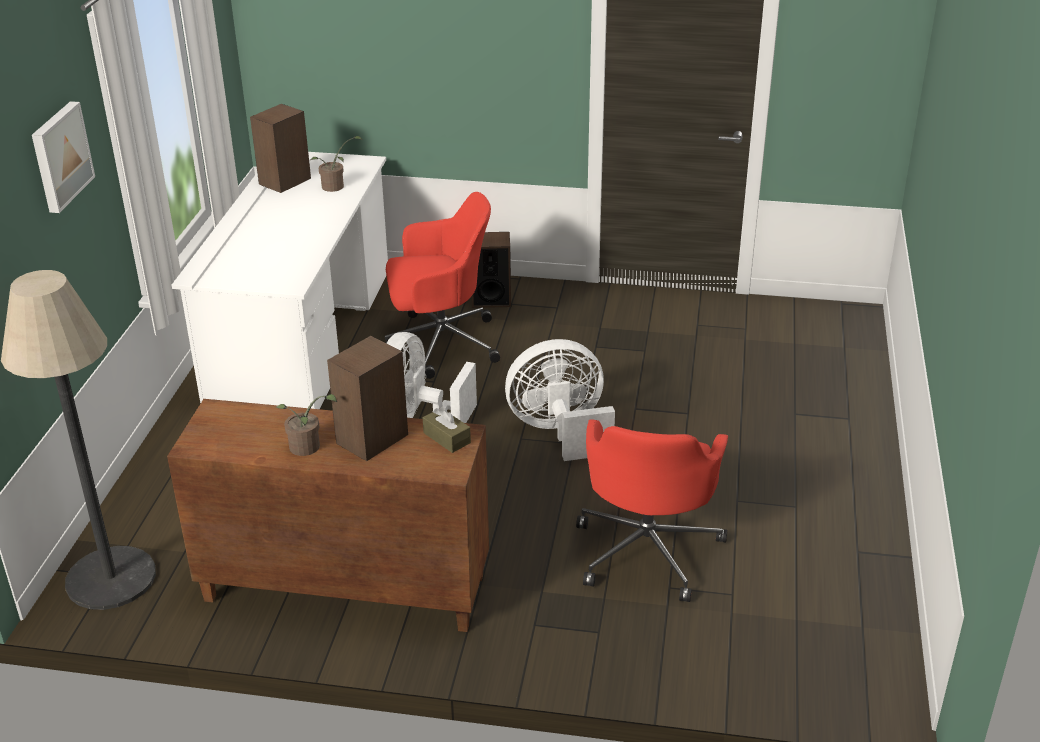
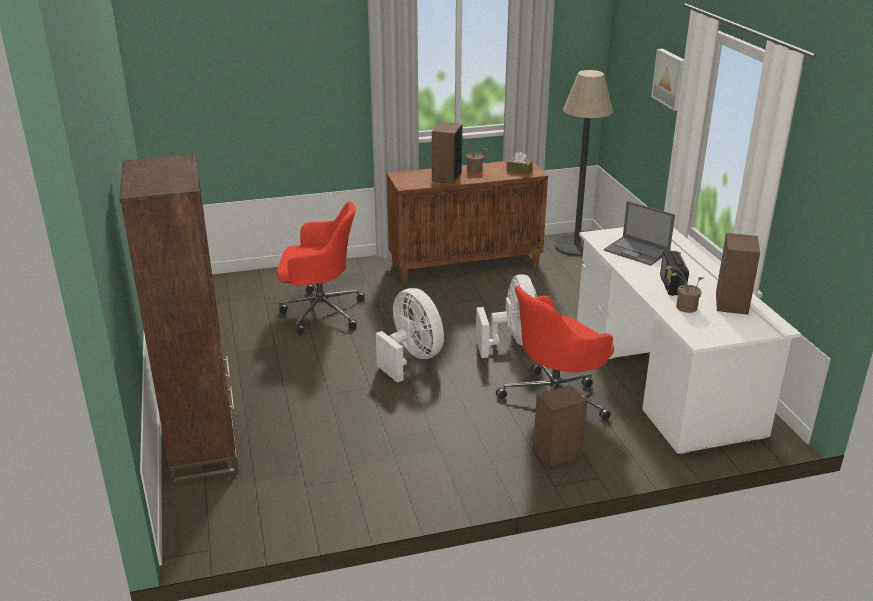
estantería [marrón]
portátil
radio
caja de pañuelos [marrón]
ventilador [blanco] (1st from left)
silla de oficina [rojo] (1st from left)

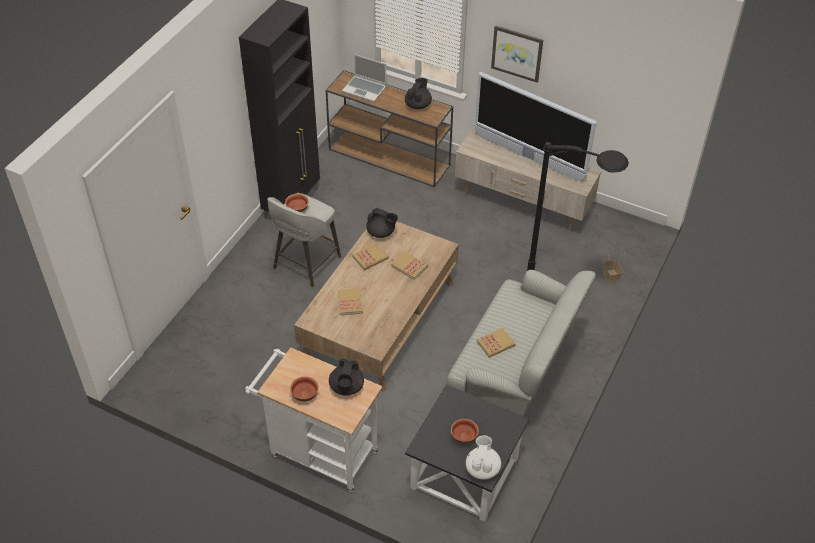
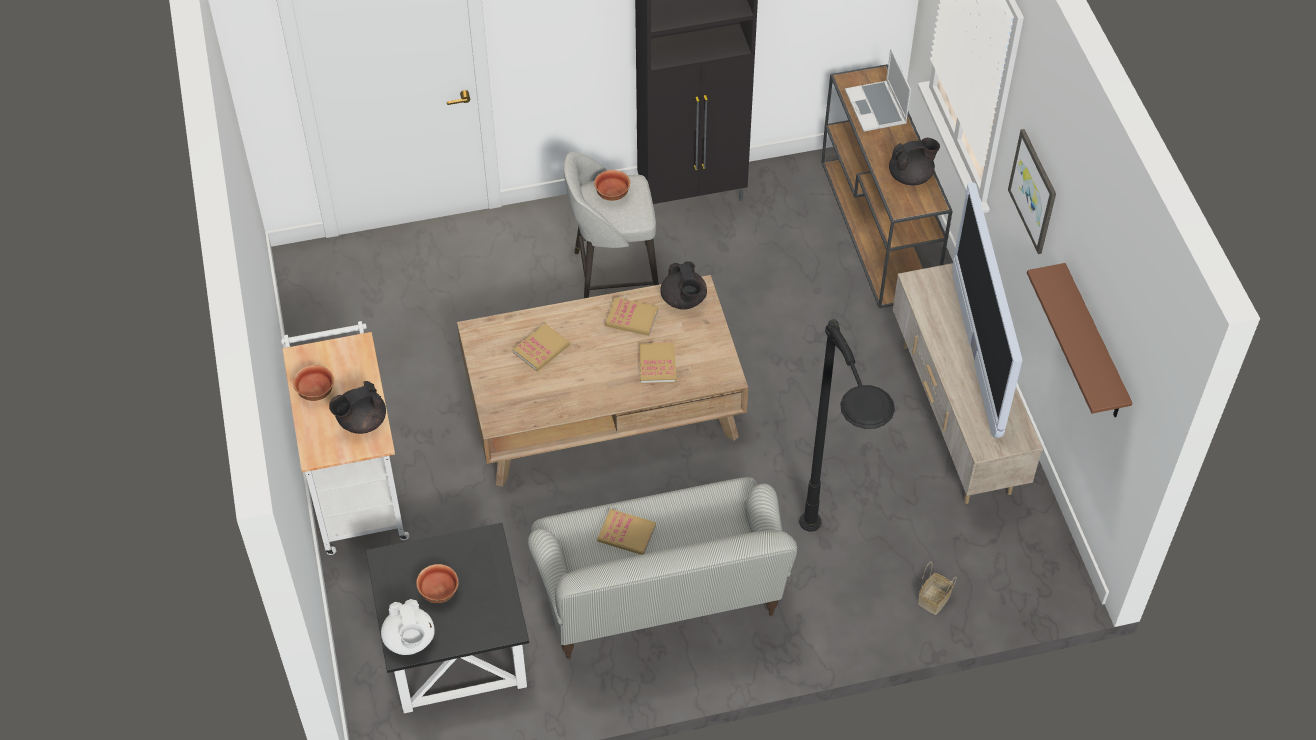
estante [marrón]
tetera [blanco]

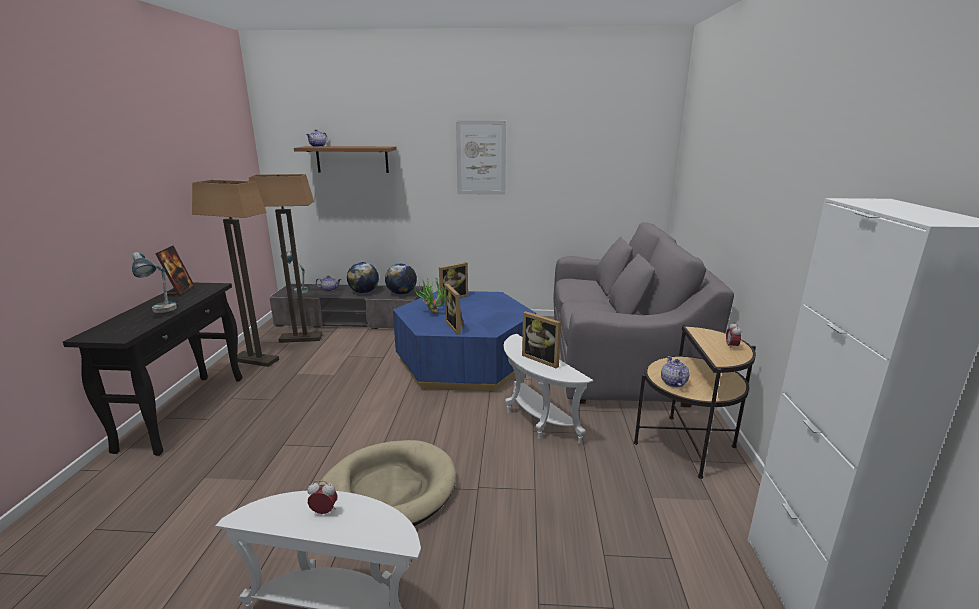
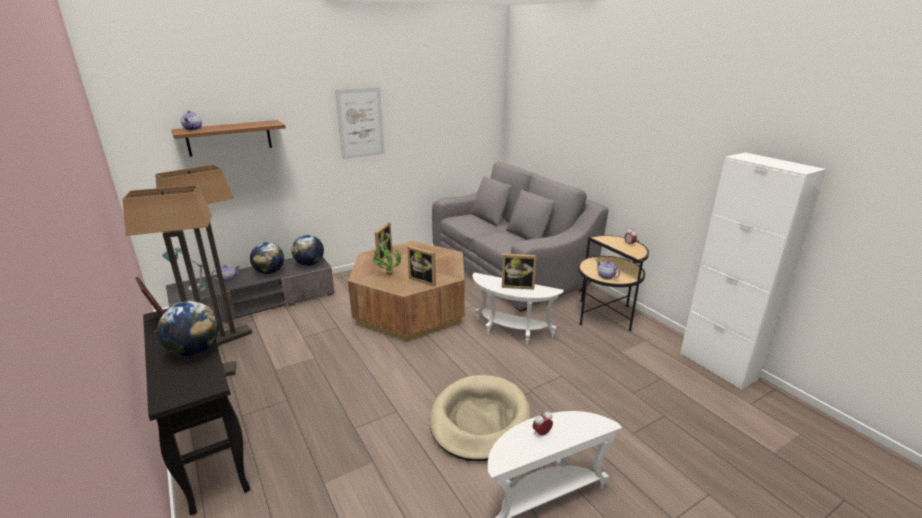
globo terráqueo (1st from left)
mesa de centro [marrón]

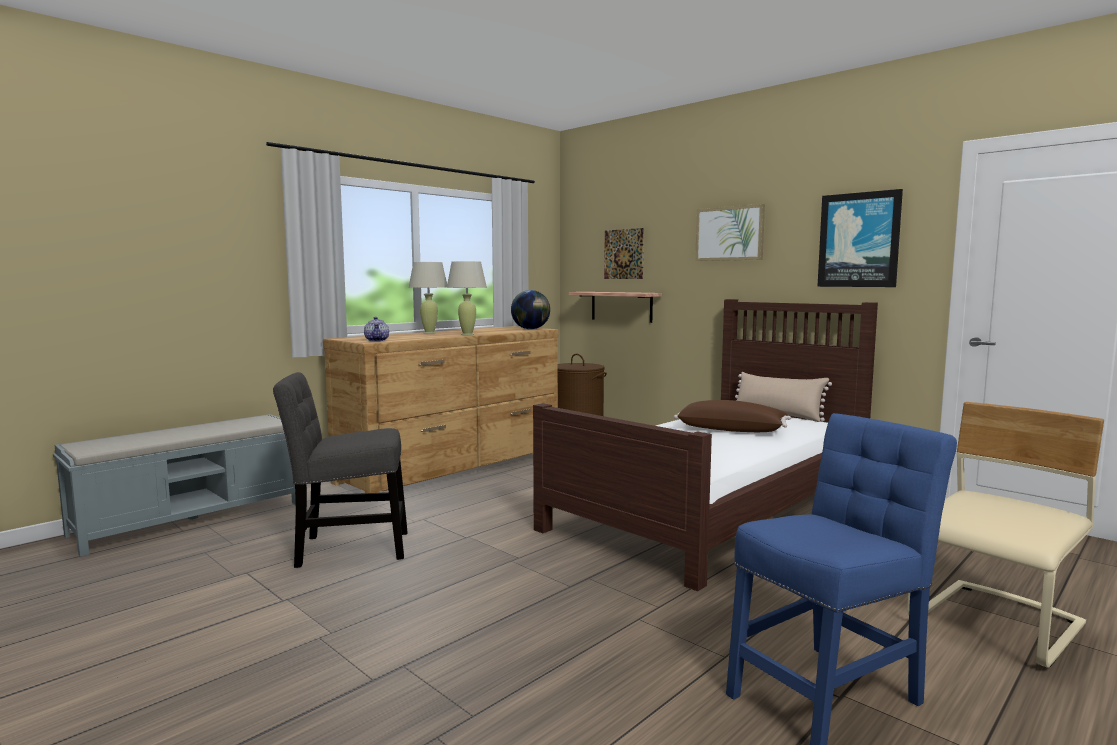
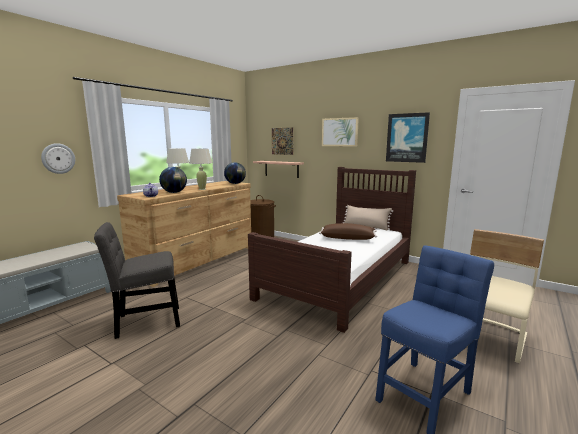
reloj de pared
globo terráqueo (1st from left)

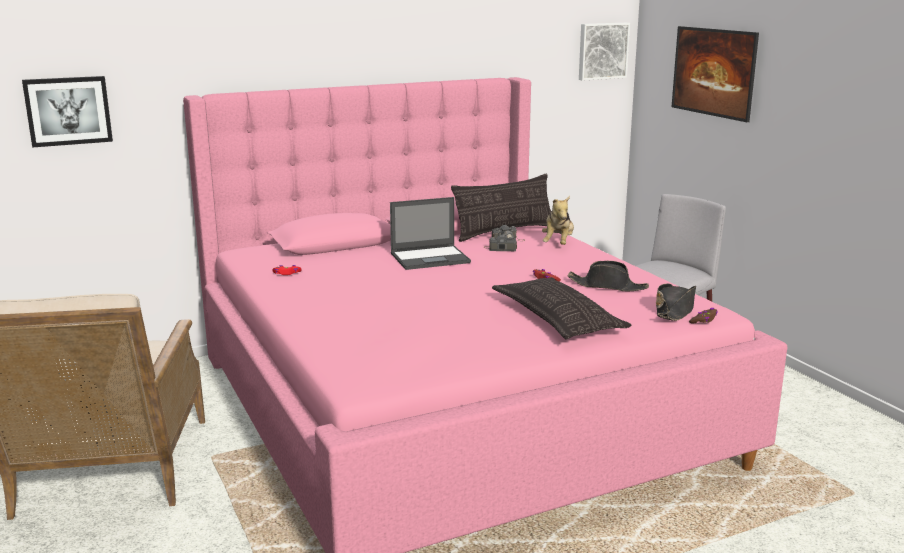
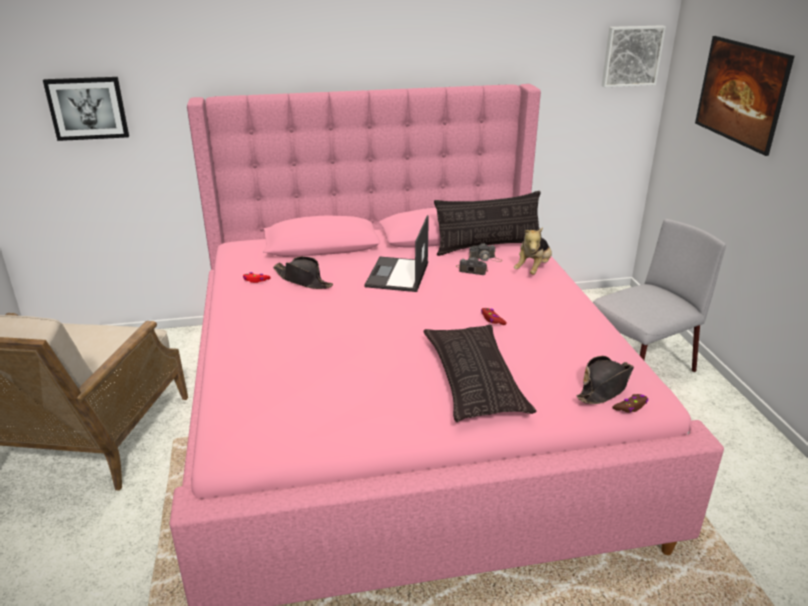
sombrero [negro] (1st from left)
portátil

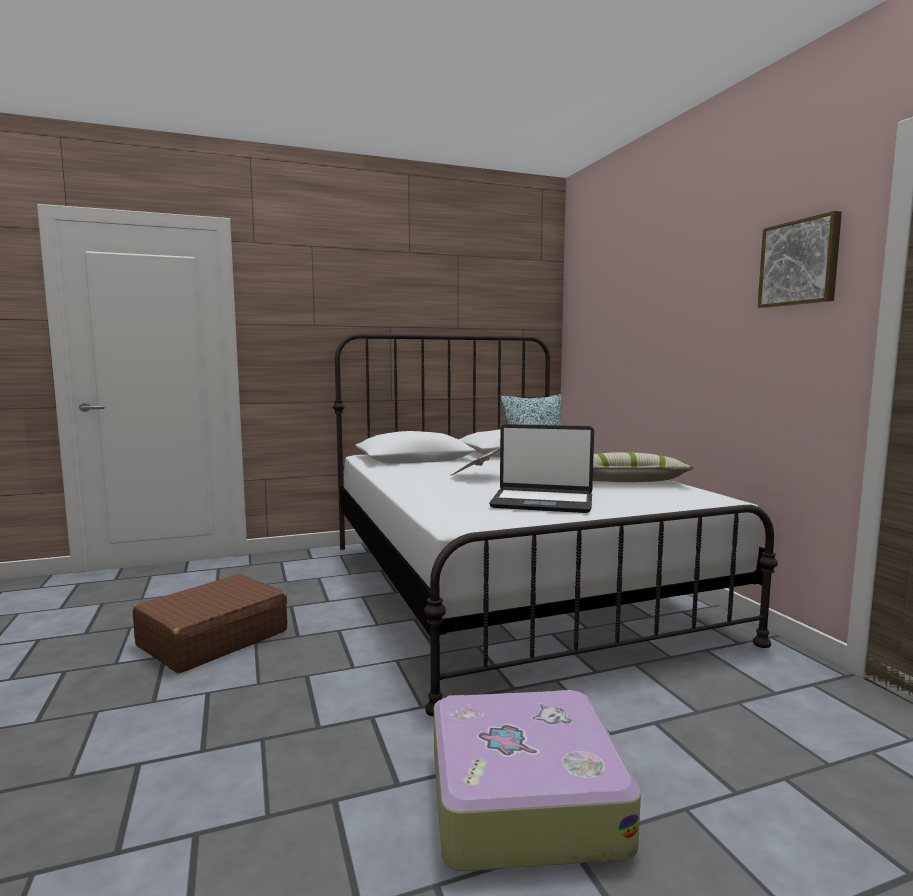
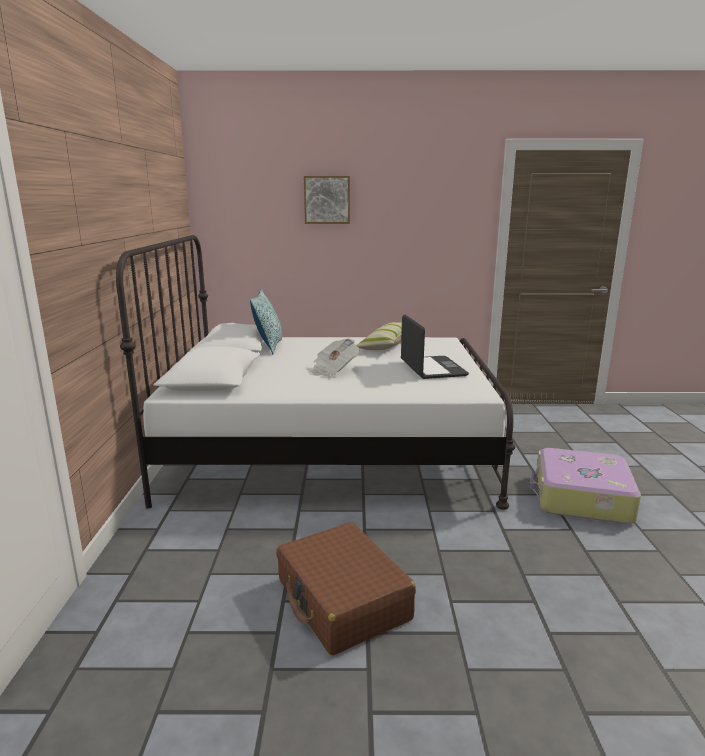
cuadro
portátil

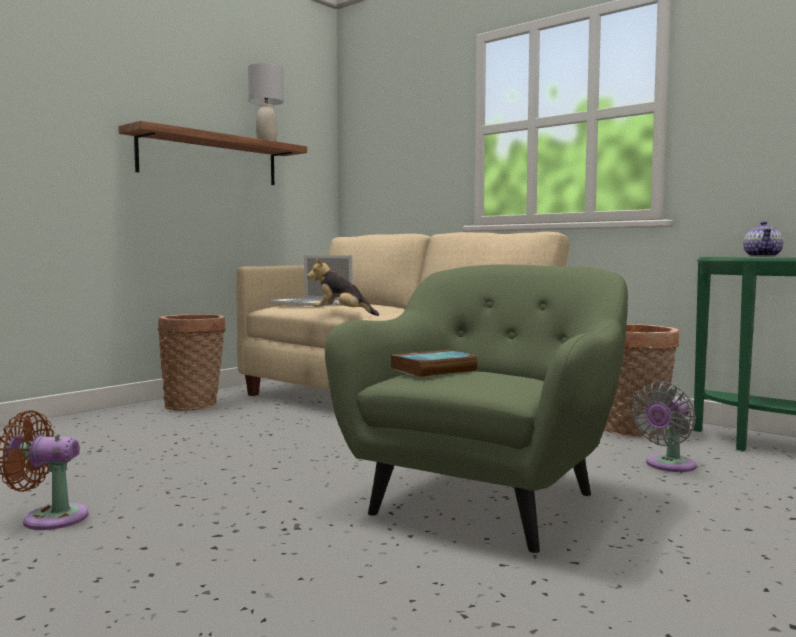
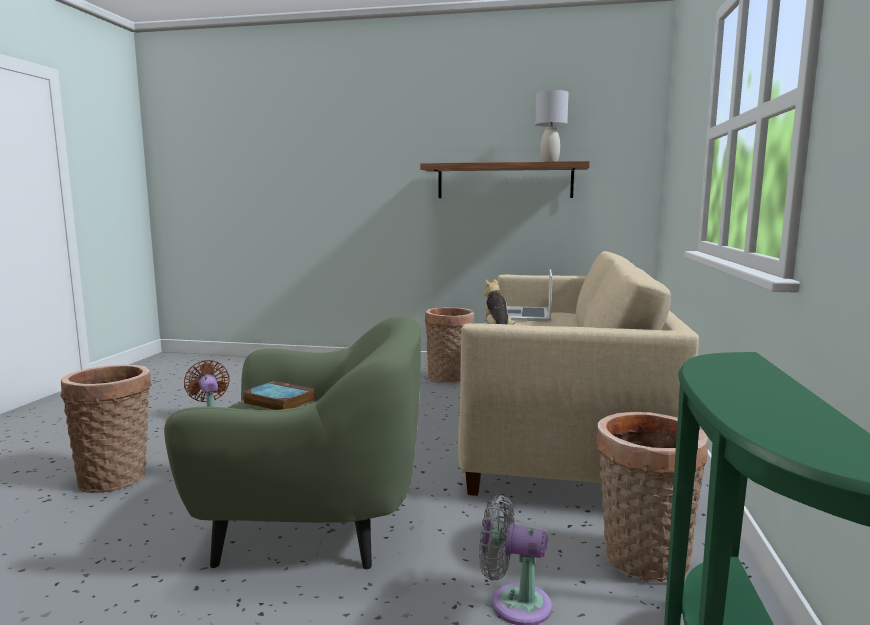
tetera
cesta (1st from left)

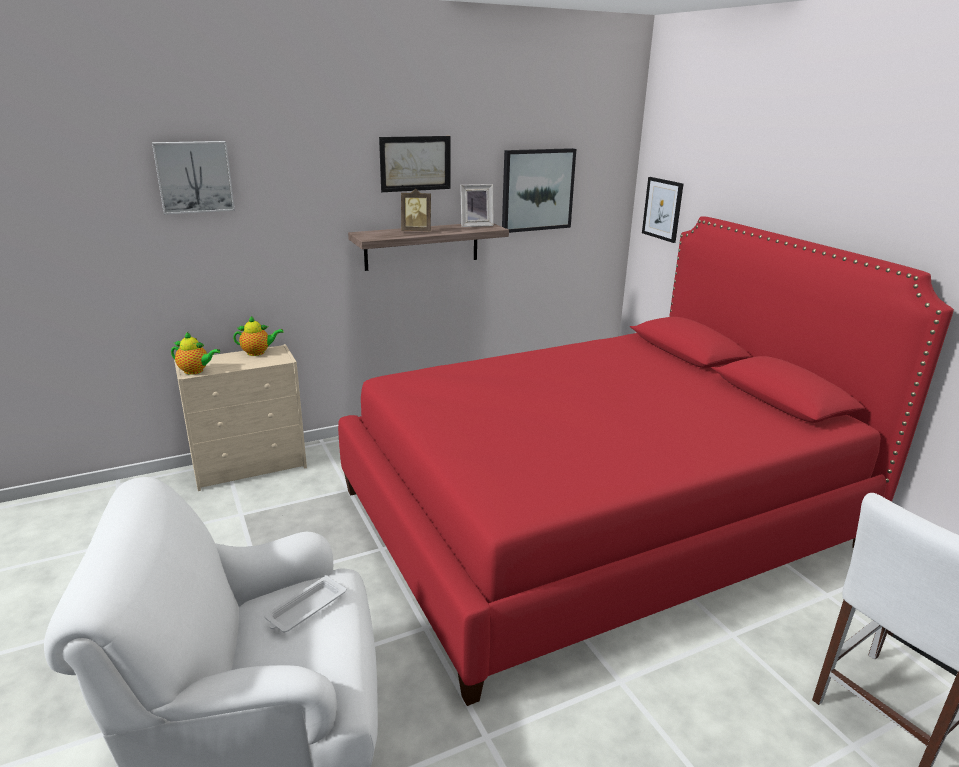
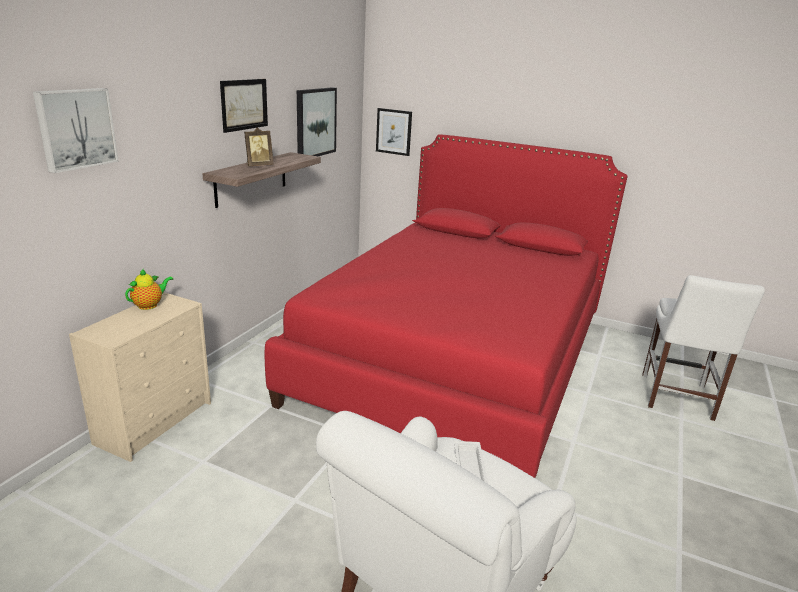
tetera (1st from left in the first image)
portarretratos (2nd from left in the first image)

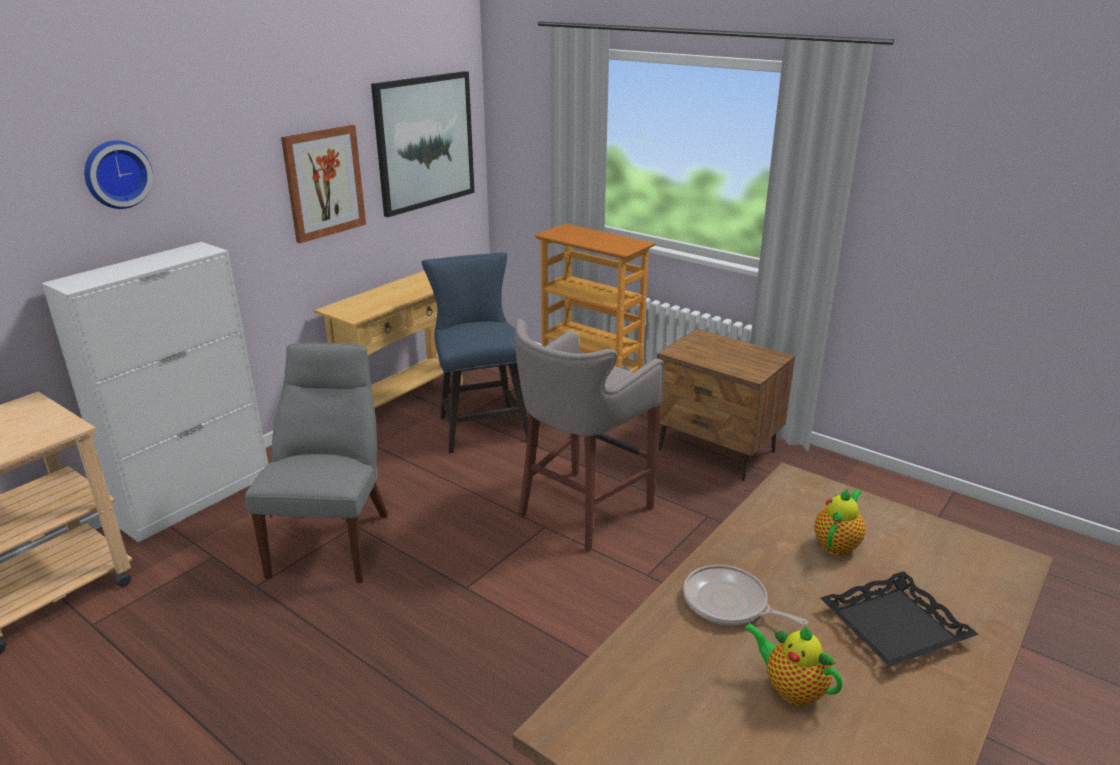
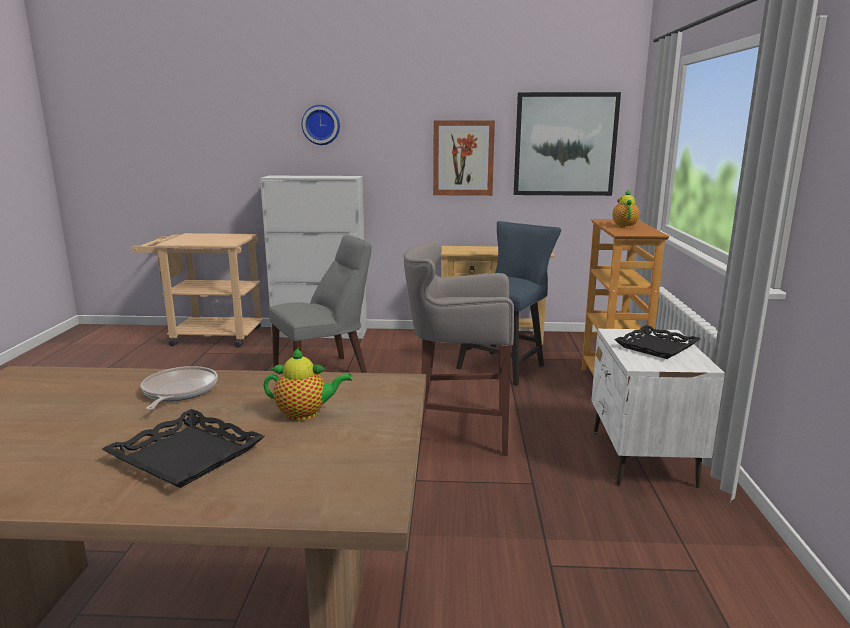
bandeja [negro] (2nd from left)
tetera (2nd from left)
mesita de noche [blanco]

